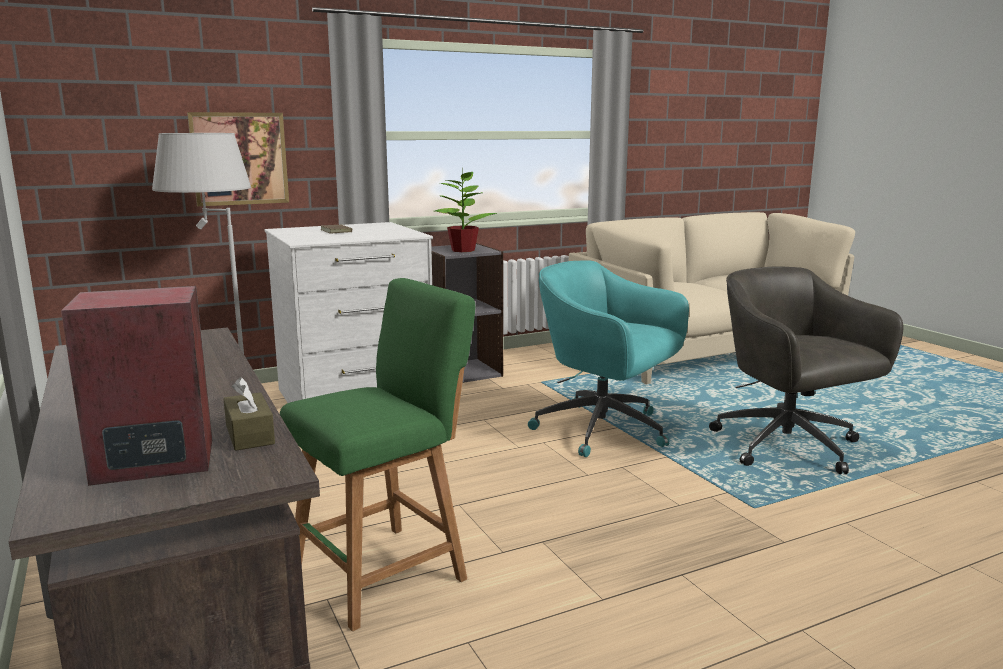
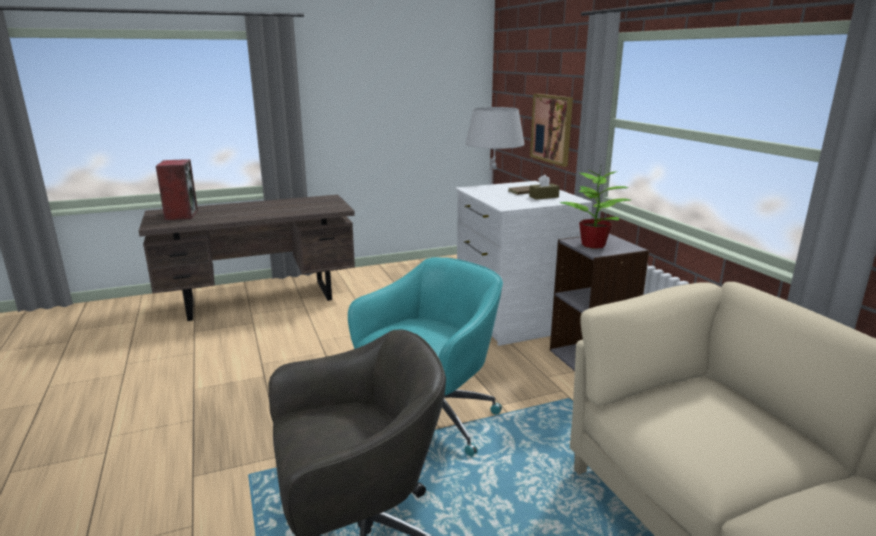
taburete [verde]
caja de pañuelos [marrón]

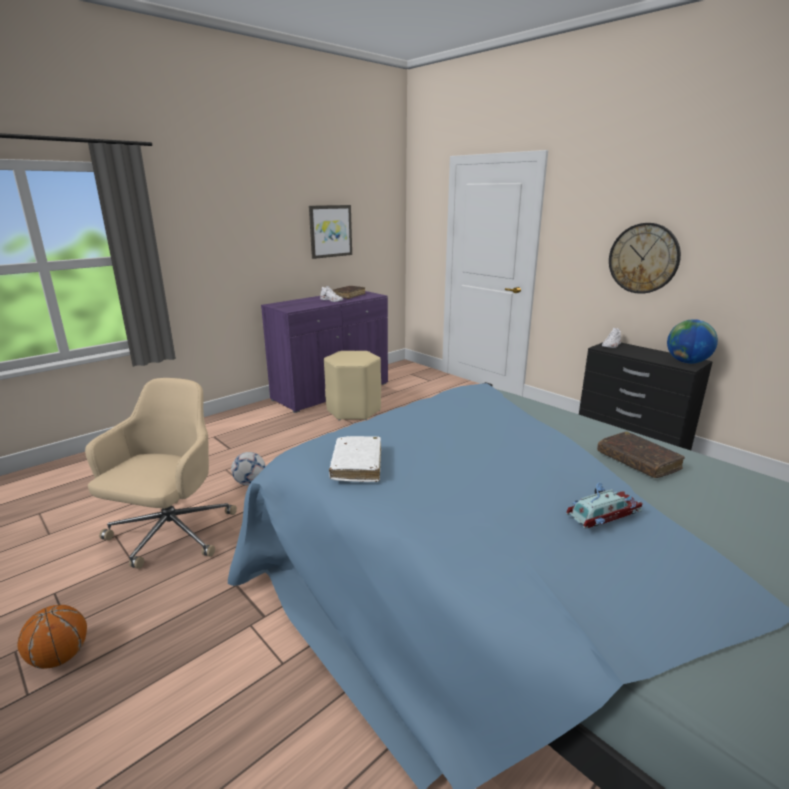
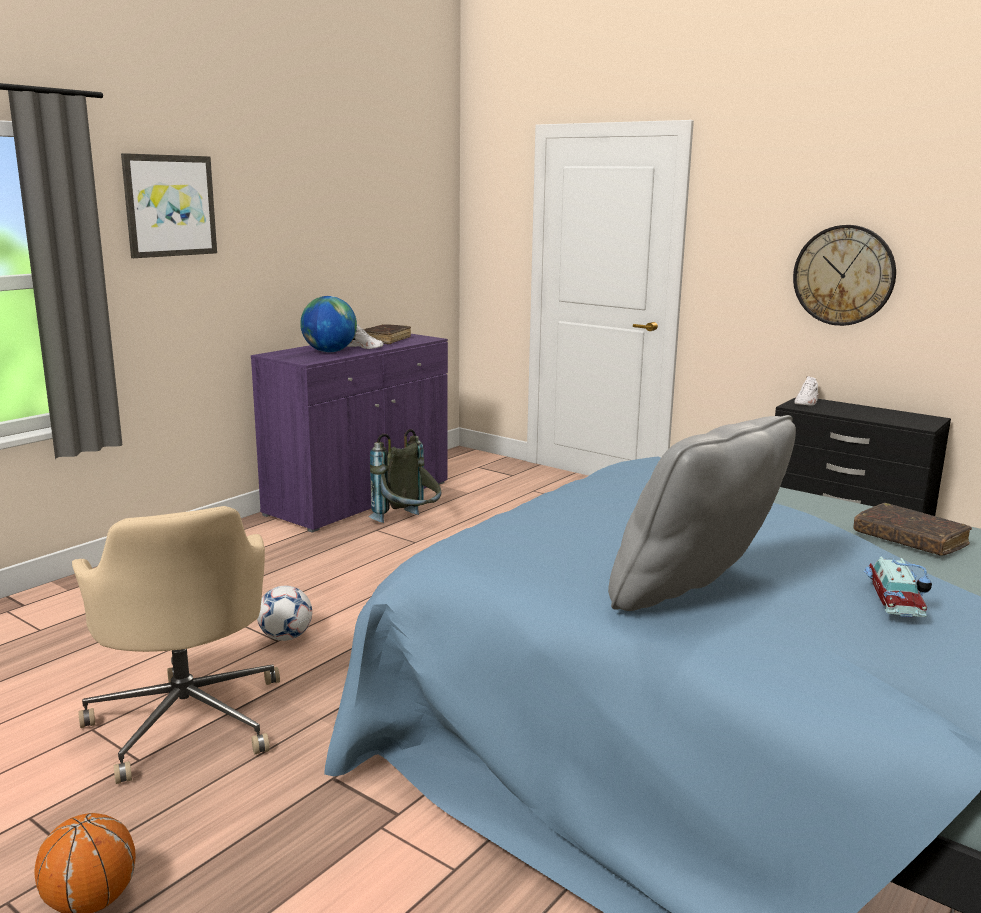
libro [blanco]
cojín [gris]
cuadro
globo terráqueo
mochila [gris]
silla de oficina [beis]
coche de juguete

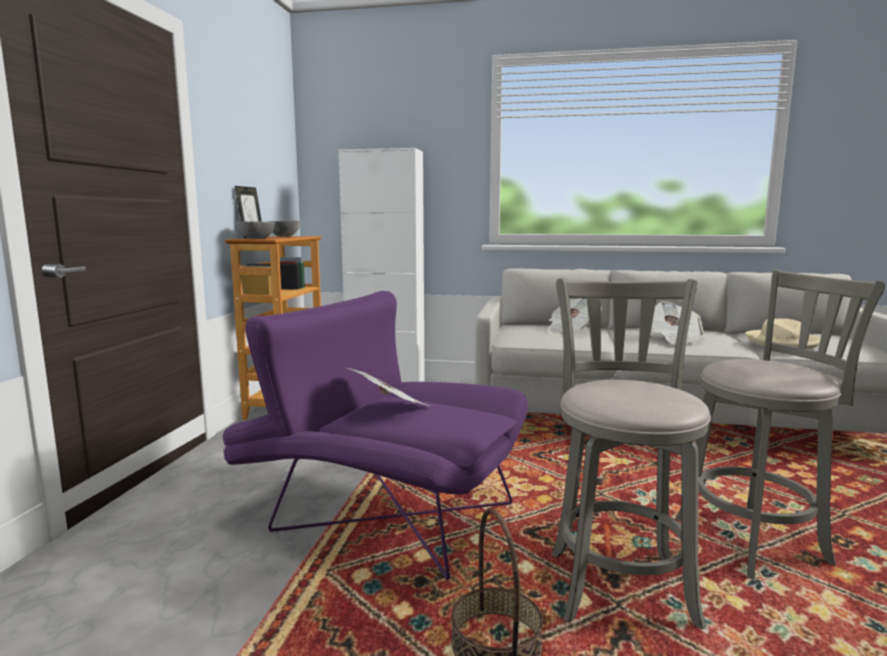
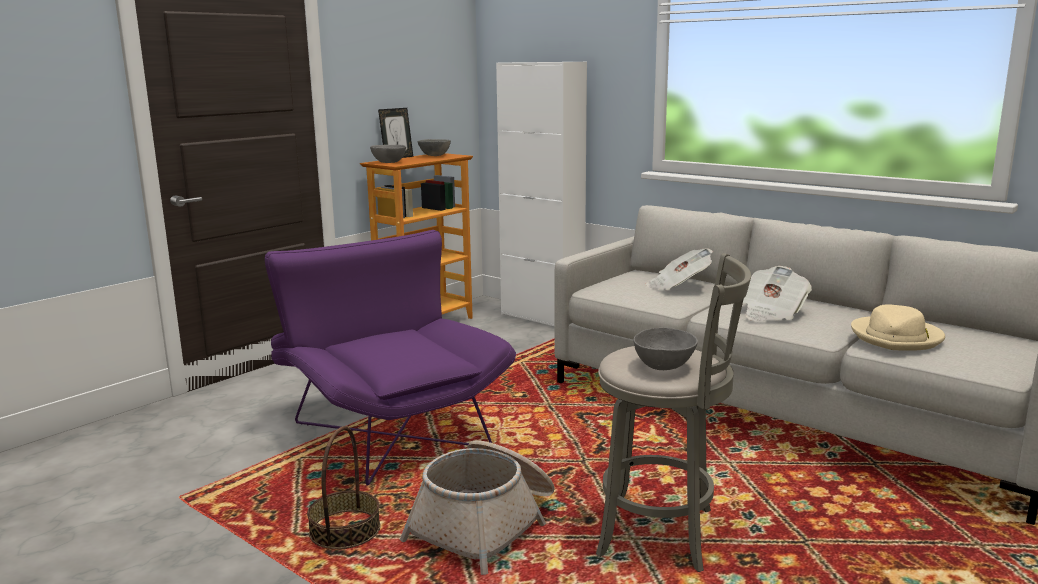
periódico (1st from left in the first image)
cuenco [gris] (3rd from left)
cesta (2nd from left)

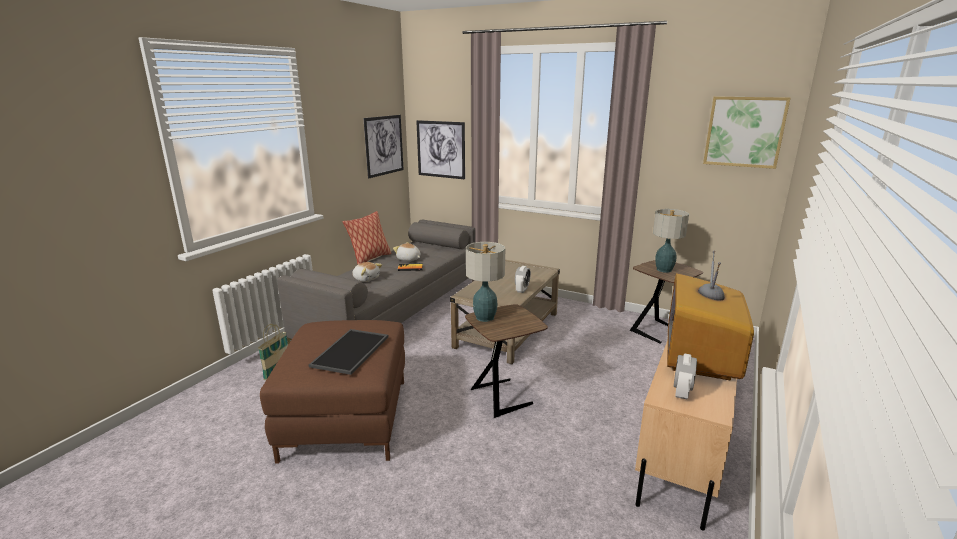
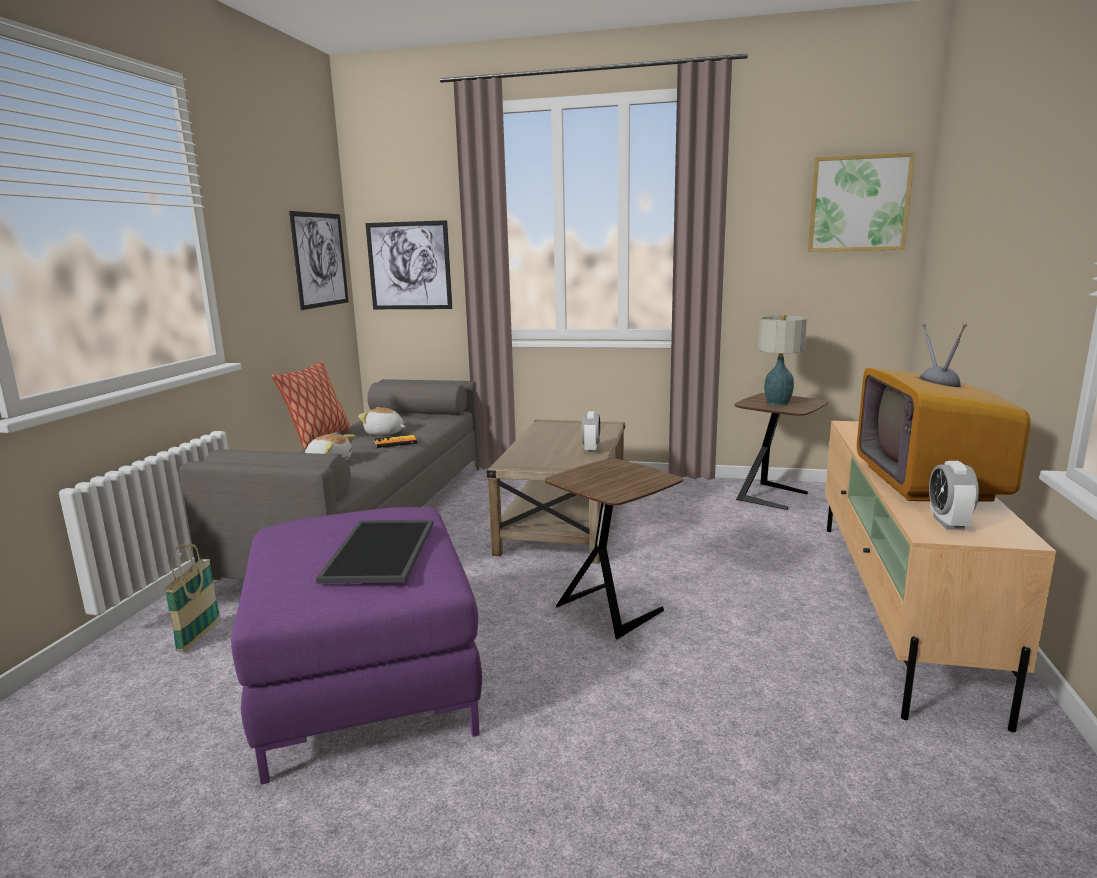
lámpara de mesa (1st from left in the first image)
puf [morado]

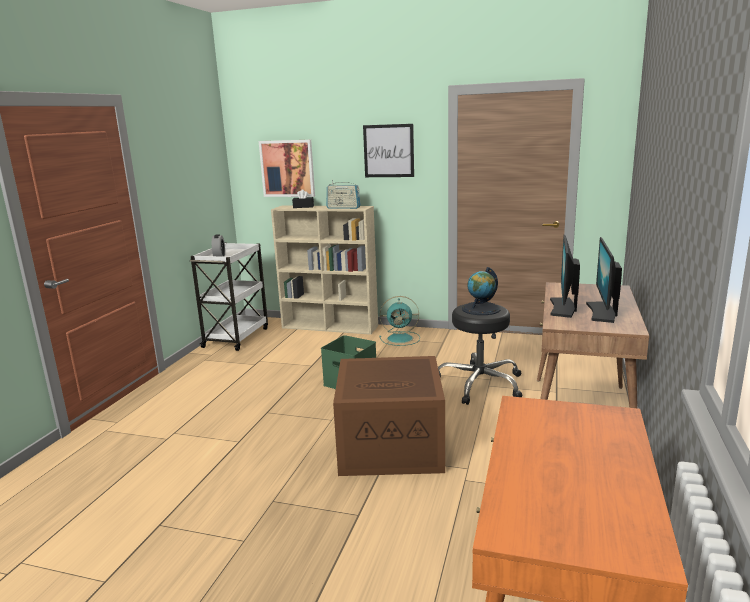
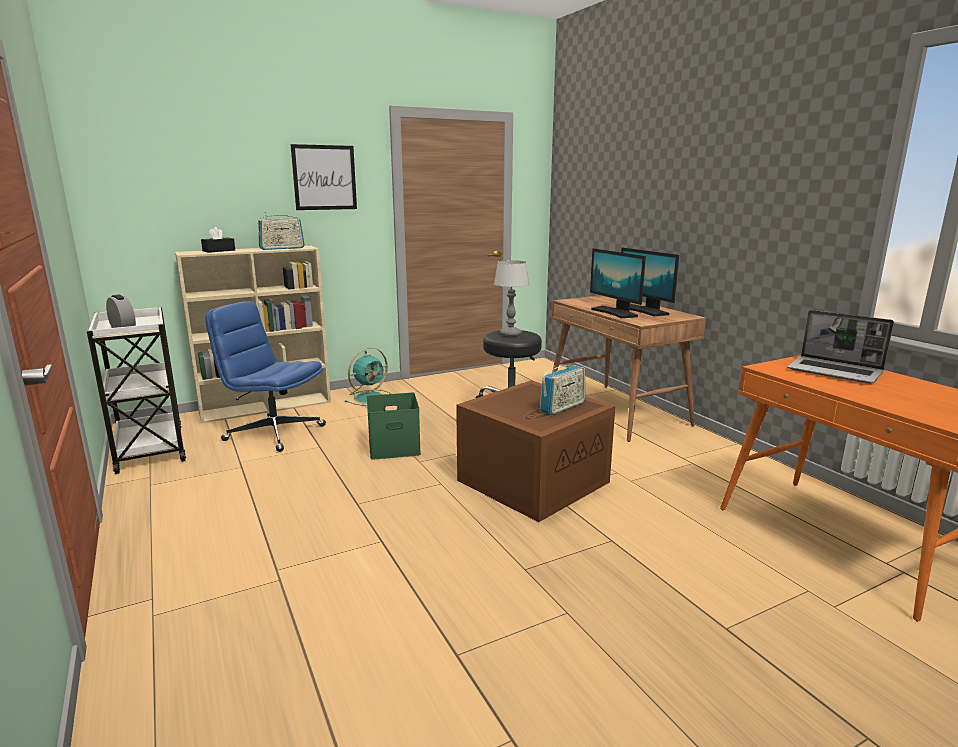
cuadro (1st from left in the first image)
silla de oficina [azul]
radio (2nd from left)
portátil
lámpara de mesa

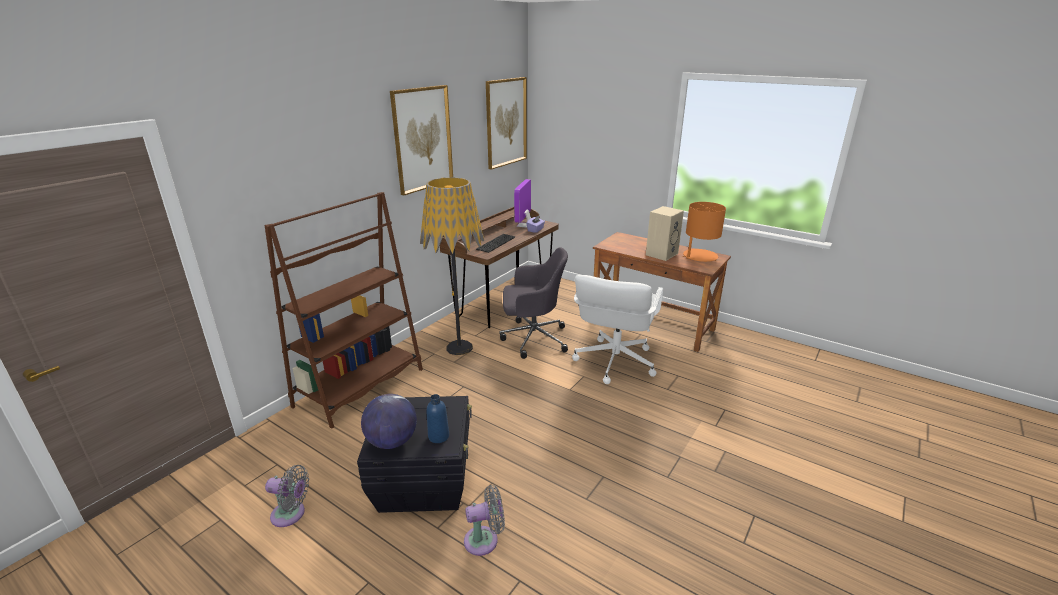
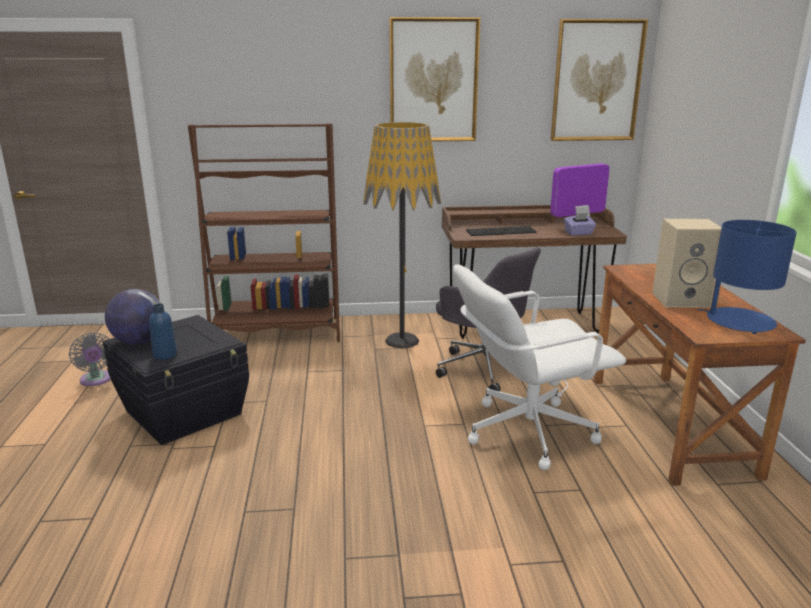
ventilador [gris] (2nd from left in the first image)
lámpara de mesa [azul]

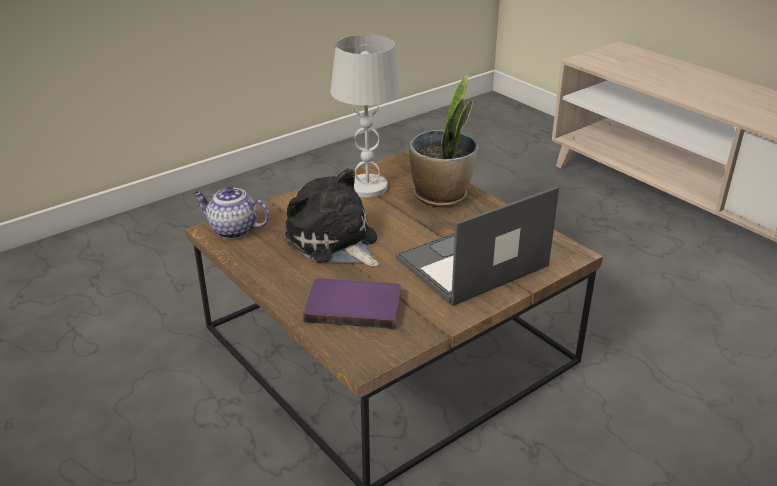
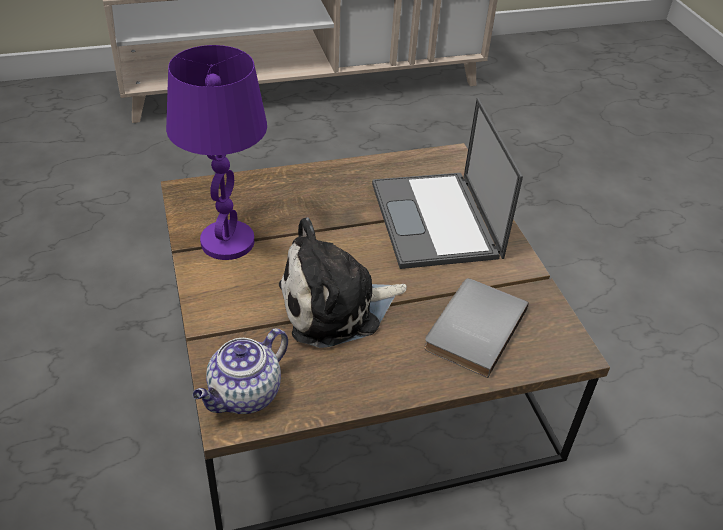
planta en maceta
libro [gris]
lámpara de mesa [morado]

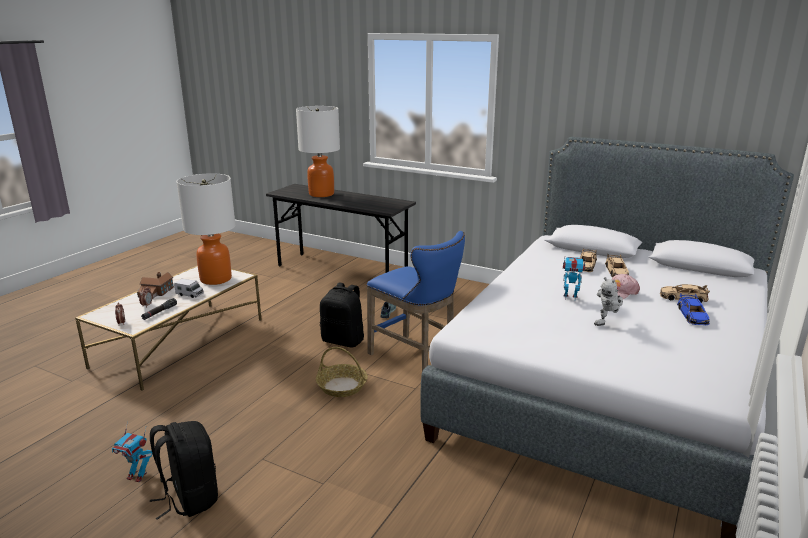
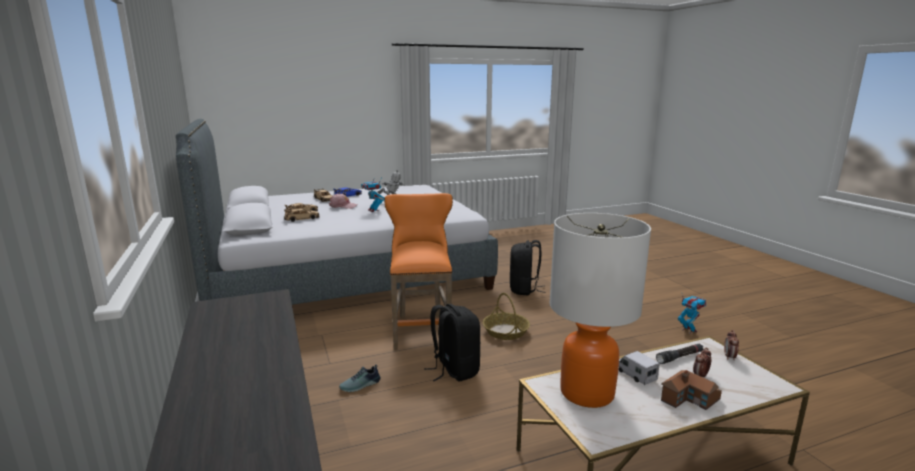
lámpara de mesa (2nd from left in the first image)
mochila [negro] (2nd from left)
taburete [naranja]

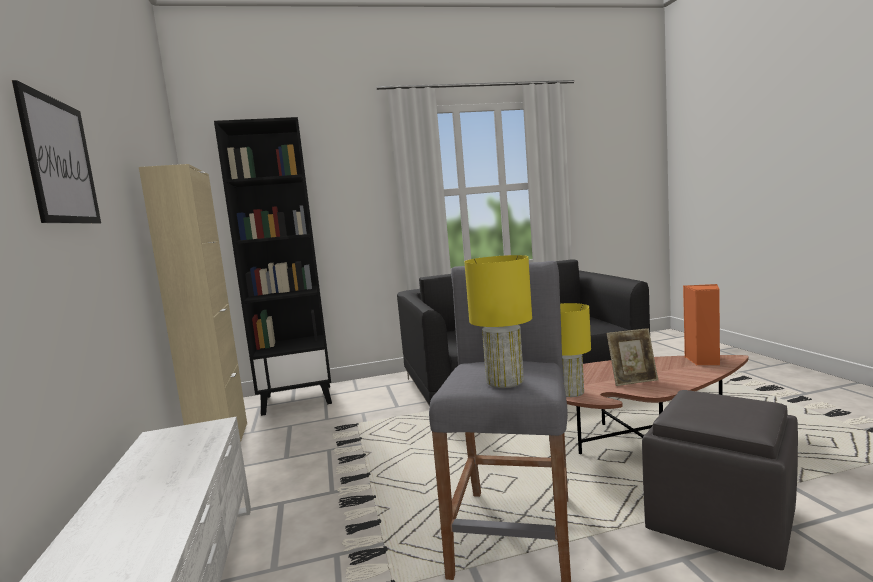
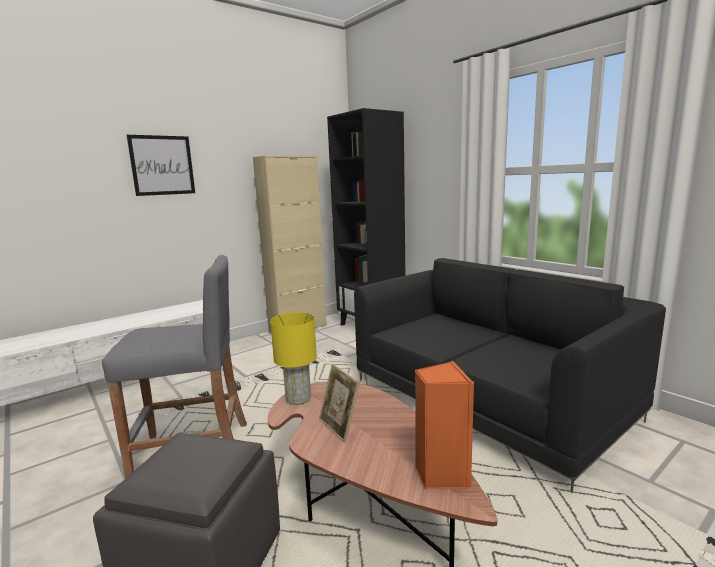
lámpara de mesa [amarillo] (1st from left in the first image)

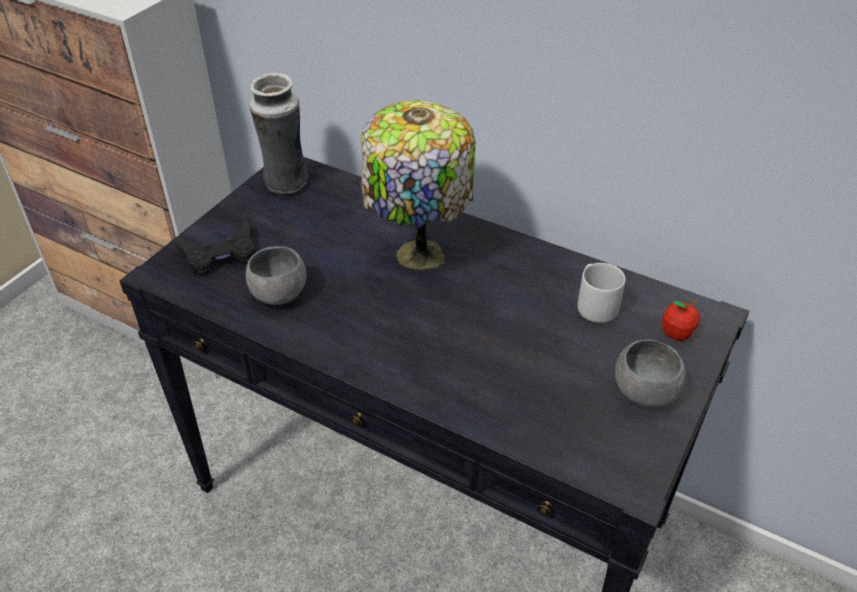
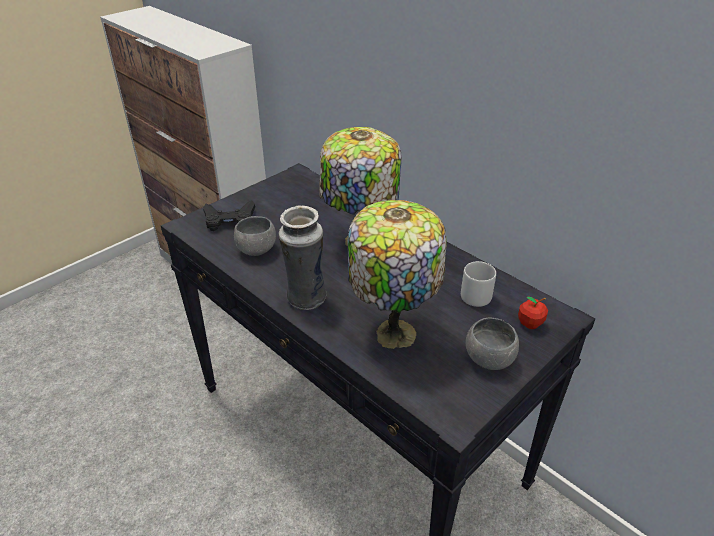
lámpara de mesa (2nd from left)
florero

